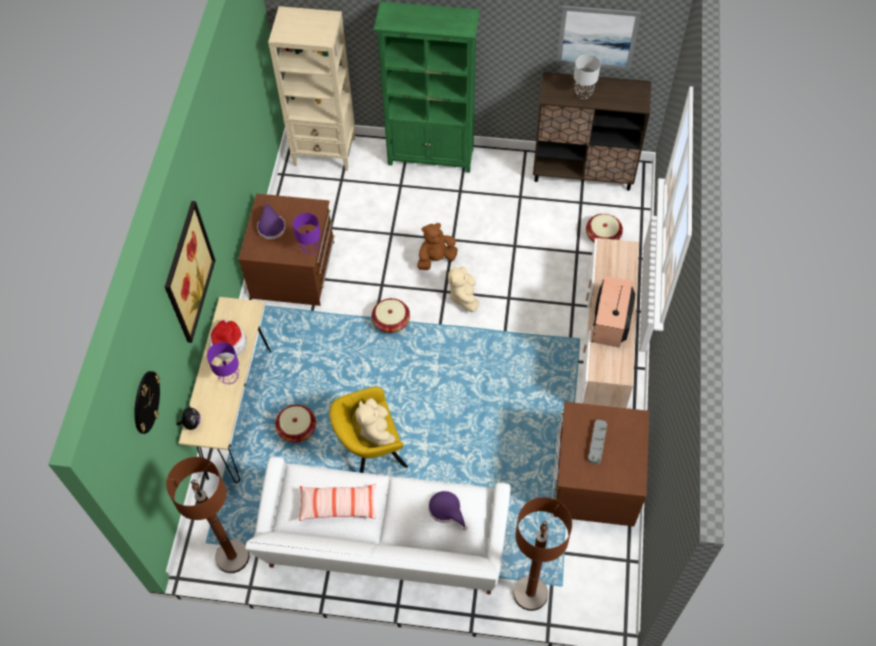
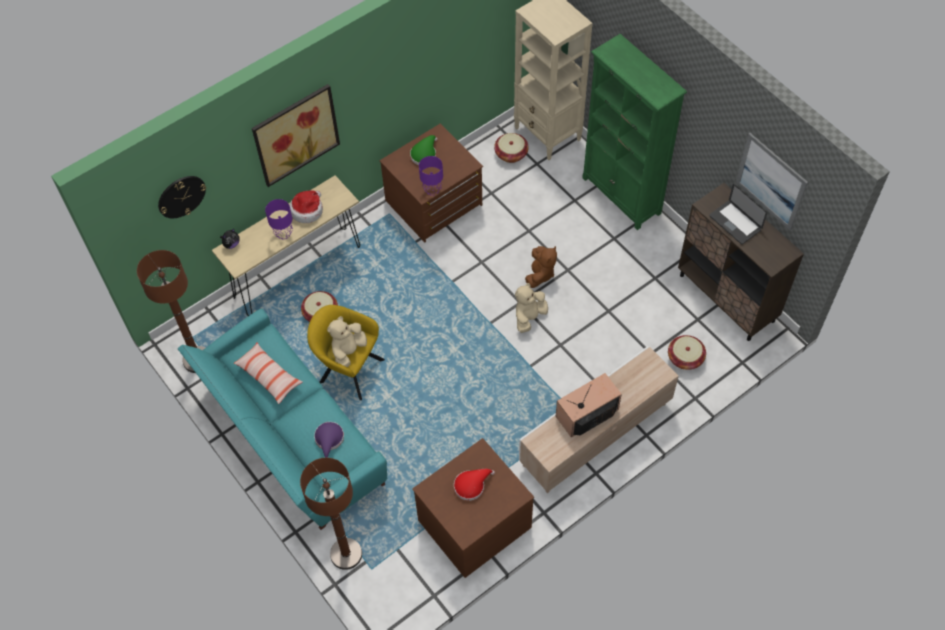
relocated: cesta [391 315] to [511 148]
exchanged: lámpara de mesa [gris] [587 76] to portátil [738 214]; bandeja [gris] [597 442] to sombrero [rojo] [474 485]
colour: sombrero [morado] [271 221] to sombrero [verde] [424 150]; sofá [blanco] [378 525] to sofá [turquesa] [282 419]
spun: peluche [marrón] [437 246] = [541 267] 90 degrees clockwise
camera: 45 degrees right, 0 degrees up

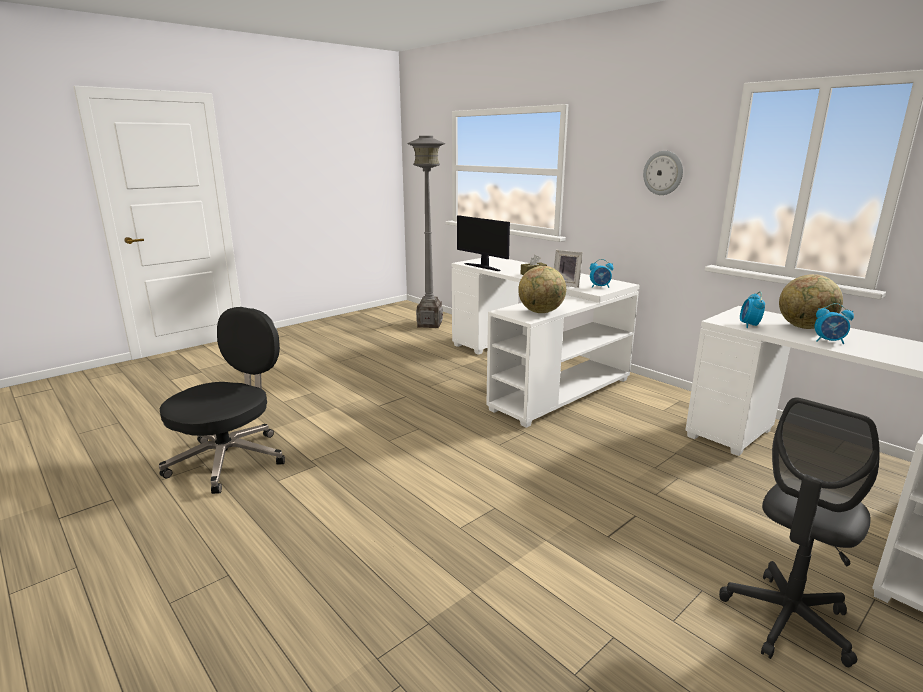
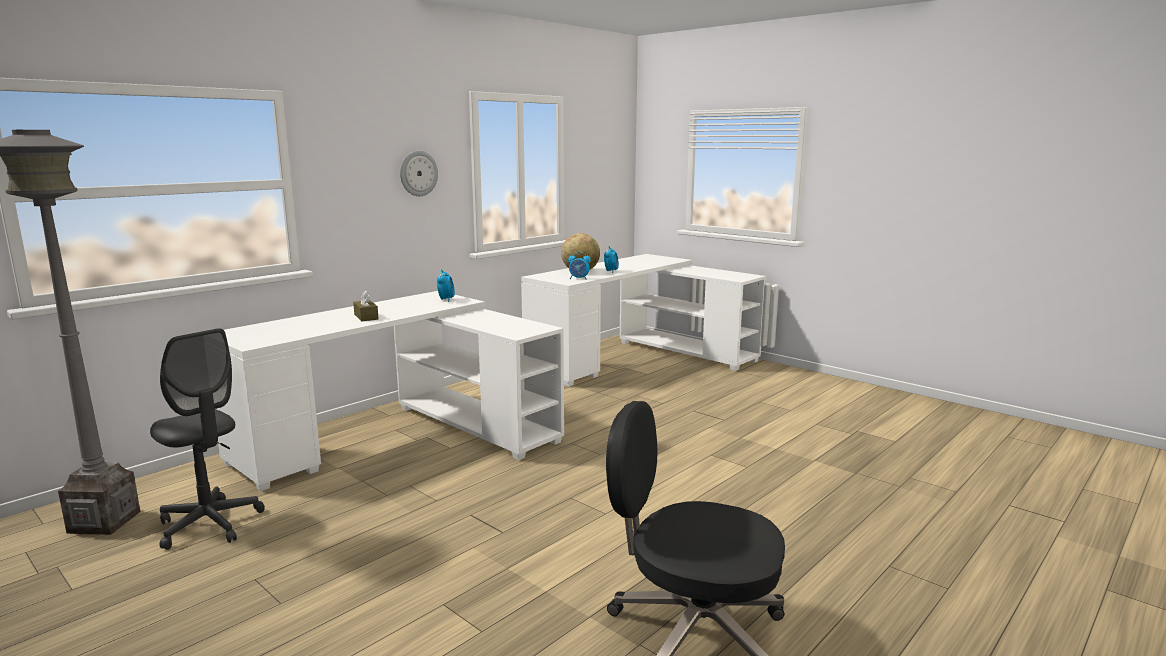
missing: monitor [483 243]; portarretratos [568 269]; globo terráqueo [542 289]
relocated: silla de oficina [gris] [799 532] to [207 439]
camera: 95 degrees left, 5 degrees down

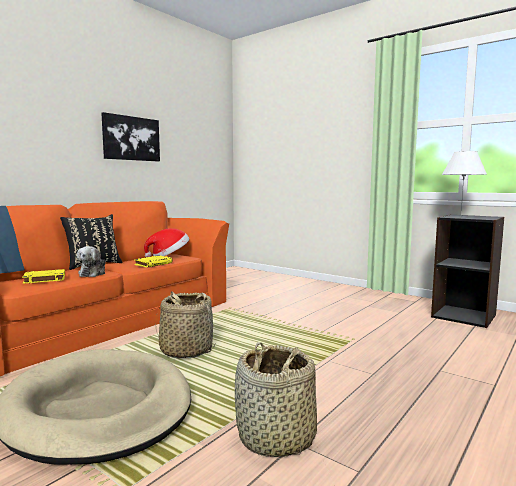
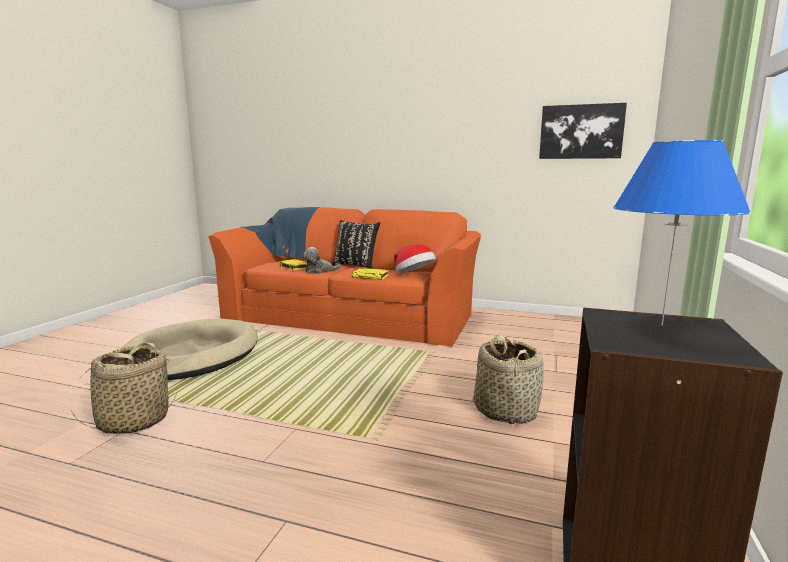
relocated: cuadro [130 136] to [583 131]; cesta [185 324] to [509 379]
colour: lámpara de mesa [blanco] [464 181] to lámpara de mesa [azul] [682 232]
camera: 70 degrees right, 5 degrees up

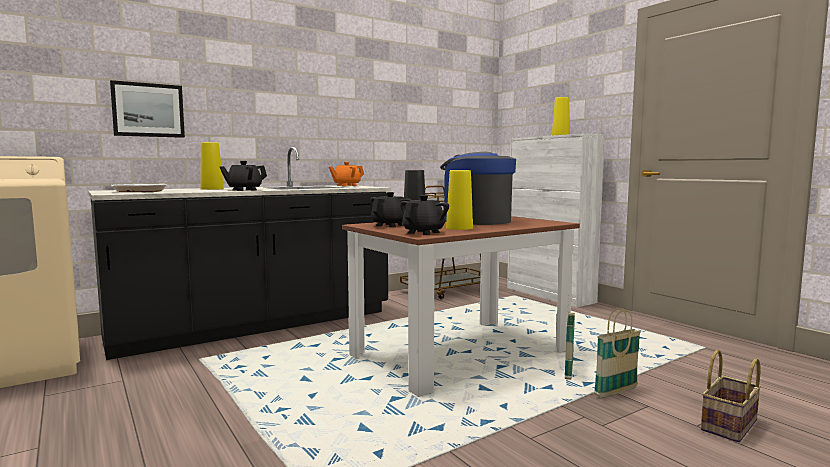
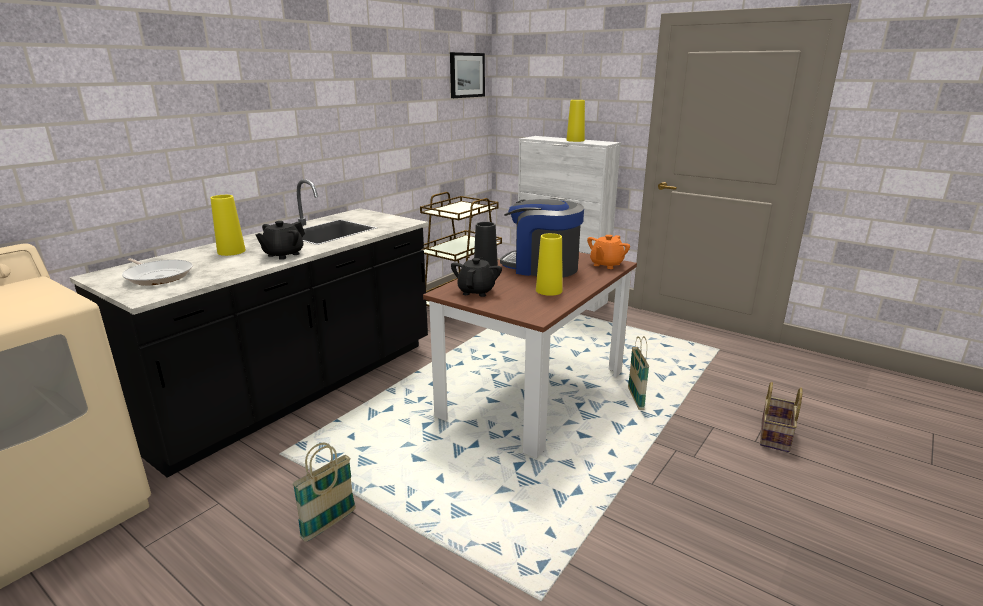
missing: tetera [negro] [424 215]
relocated: cuadro [147 109] to [467 75]; tetera [naranja] [346 174] to [608 252]; cesta [617 353] to [324 492]
camera: 20 degrees left, 15 degrees up

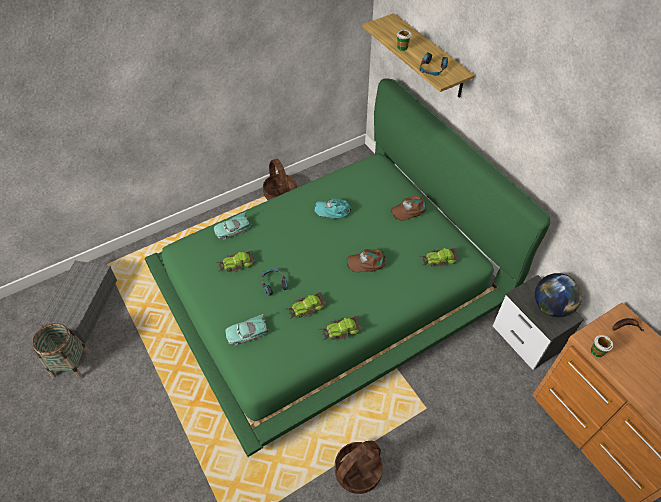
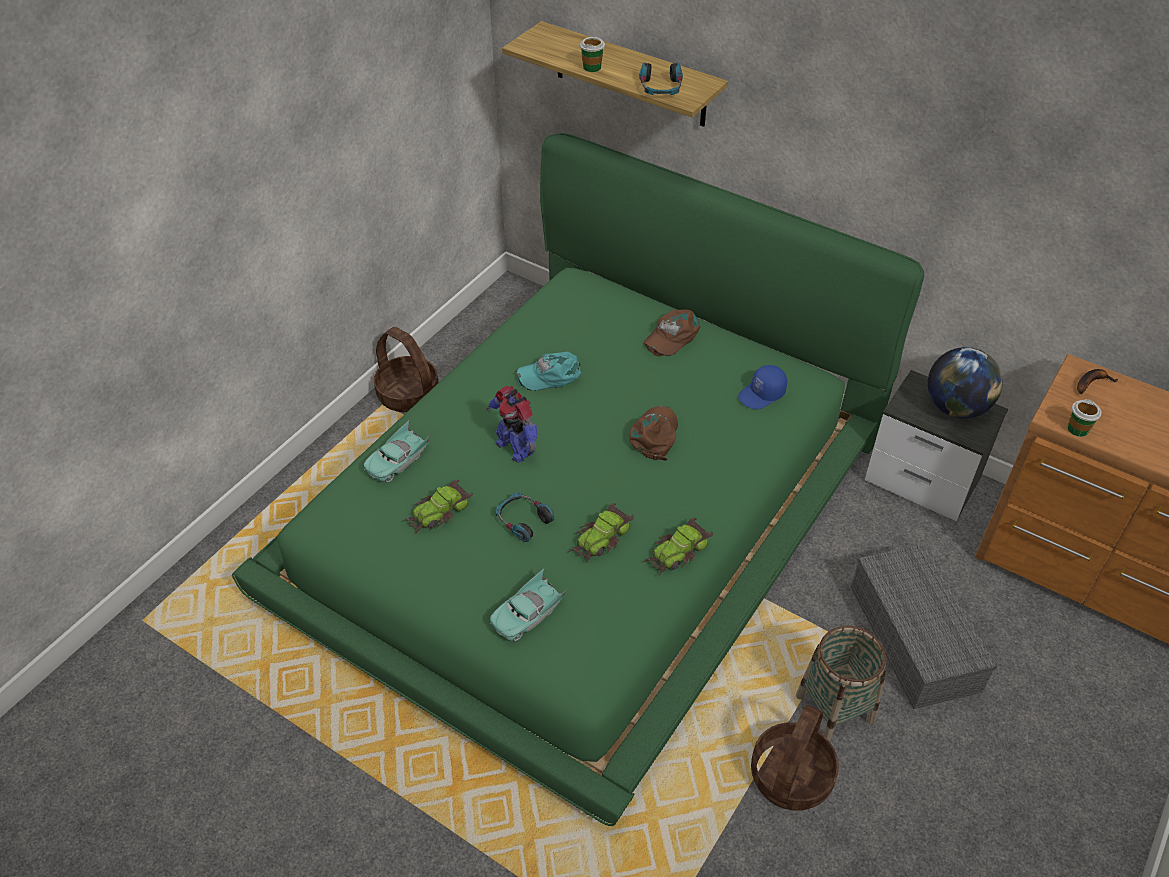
appeared: robot de juguete [512 424]
relocated: caja de almacenaje [gris] [78 301] to [924 626]; cesta [62 351] to [841 684]
exchanged: coche de juguete [440 257] to gorra [azul] [762 387]
spun: gorra [marrón] [366 260] = [654 433] 135 degrees clockwise
camera: 25 degrees left, 5 degrees down

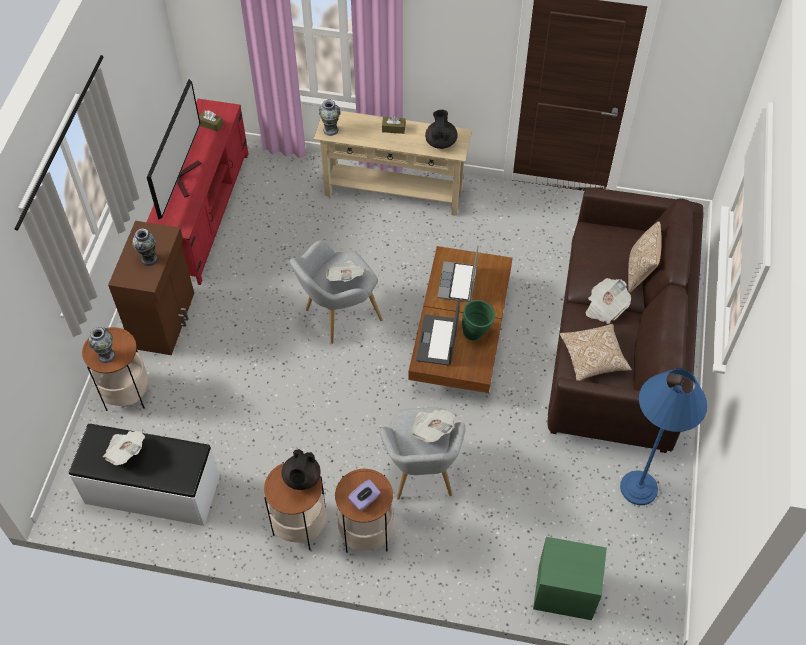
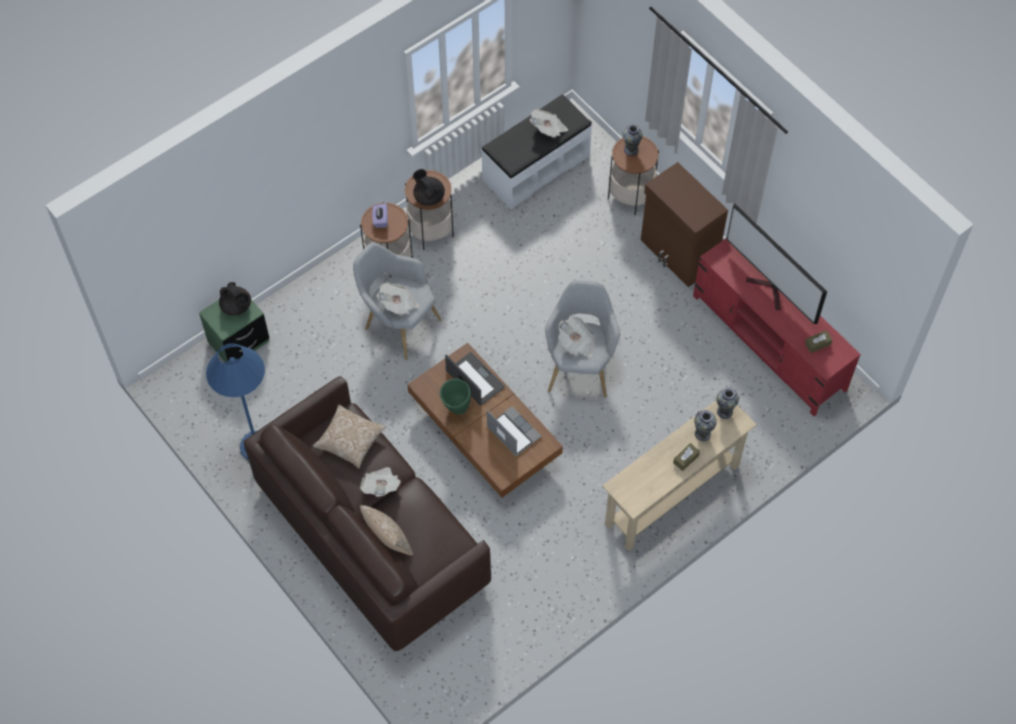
relocated: tetera [negro] [441 129] to [235 299]; florero [145 247] to [705 425]
camera: 130 degrees right, 5 degrees up

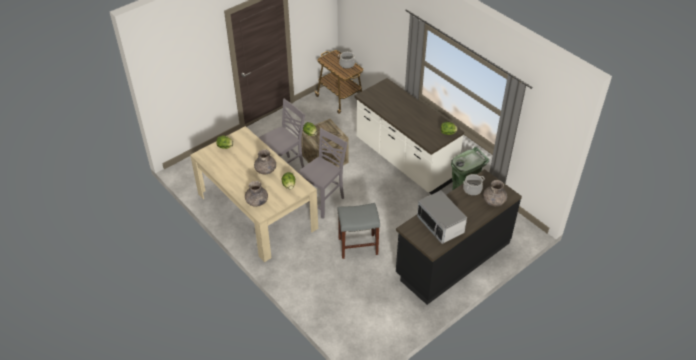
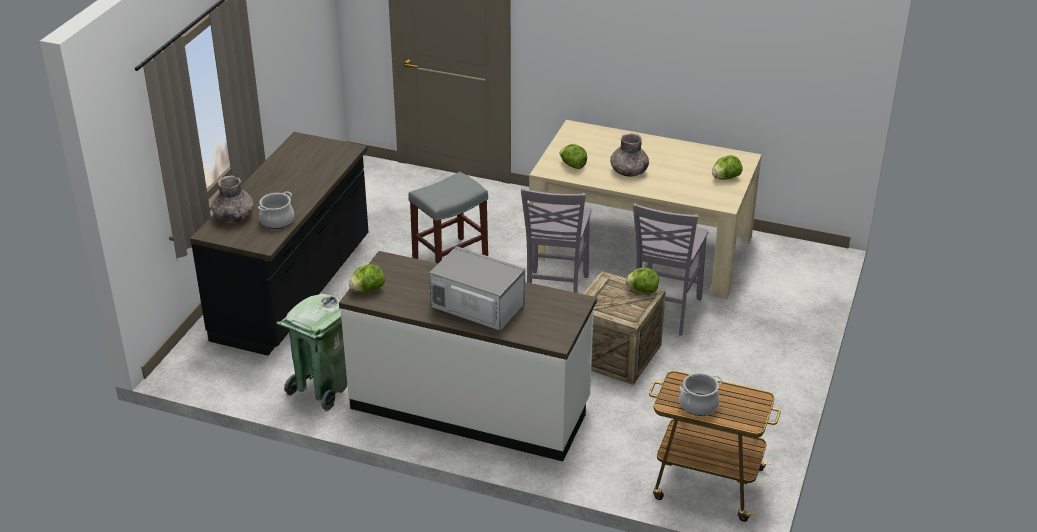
missing: florero [gris] [256 194]
relocated: microondas [442 217] to [477 288]
camera: 150 degrees right, 10 degrees down

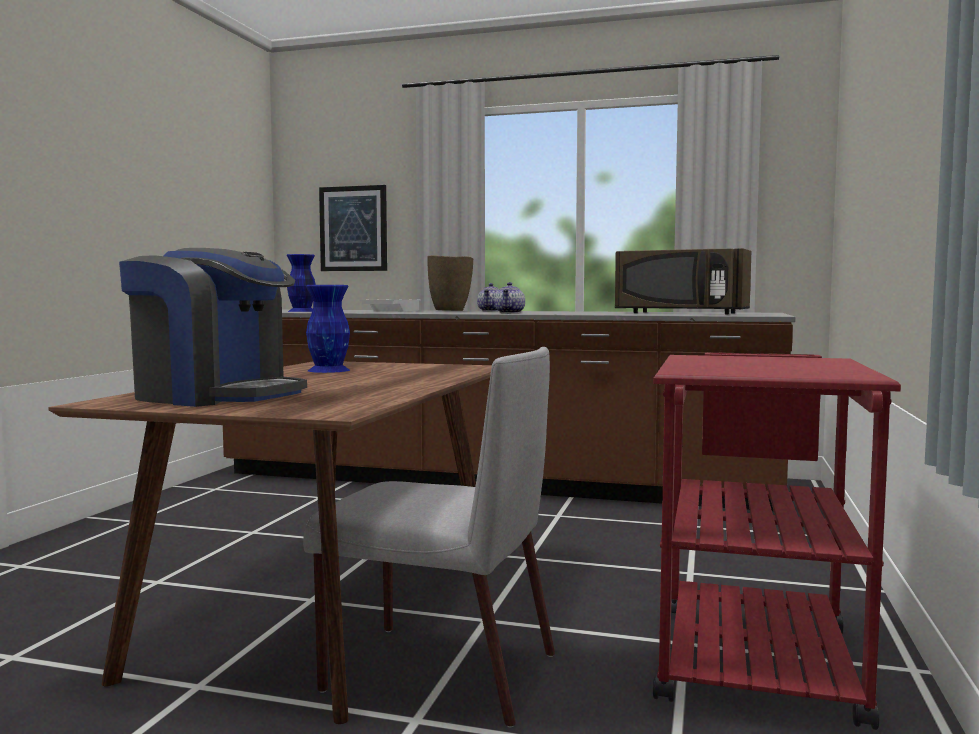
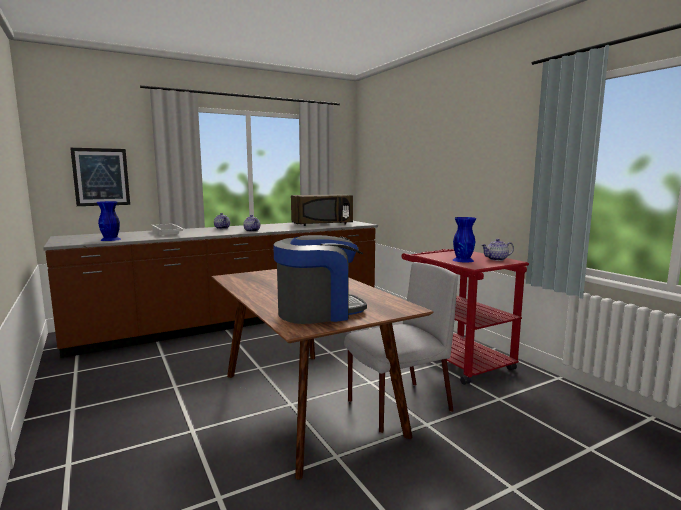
missing: florero [marrón] [450 283]
appeared: tetera [497 250]
relocated: florero [azul] [328 329] to [464 240]
camera: 45 degrees left, 5 degrees up

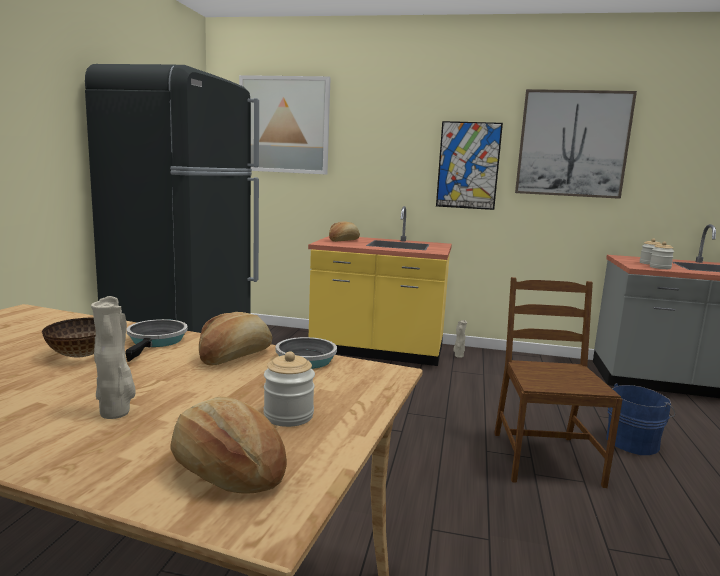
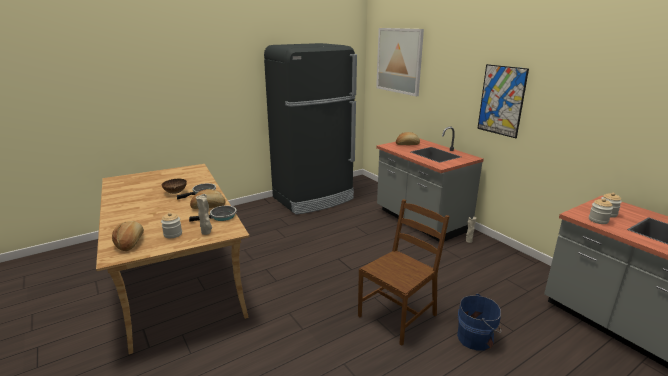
missing: cuadro [576 144]
relocated: florero [beis] [113 357] to [204 214]
colour: mueble bajo de cocina [amarillo] [380 286] to mueble bajo de cocina [gris] [430 184]
camera: 45 degrees right, 10 degrees up

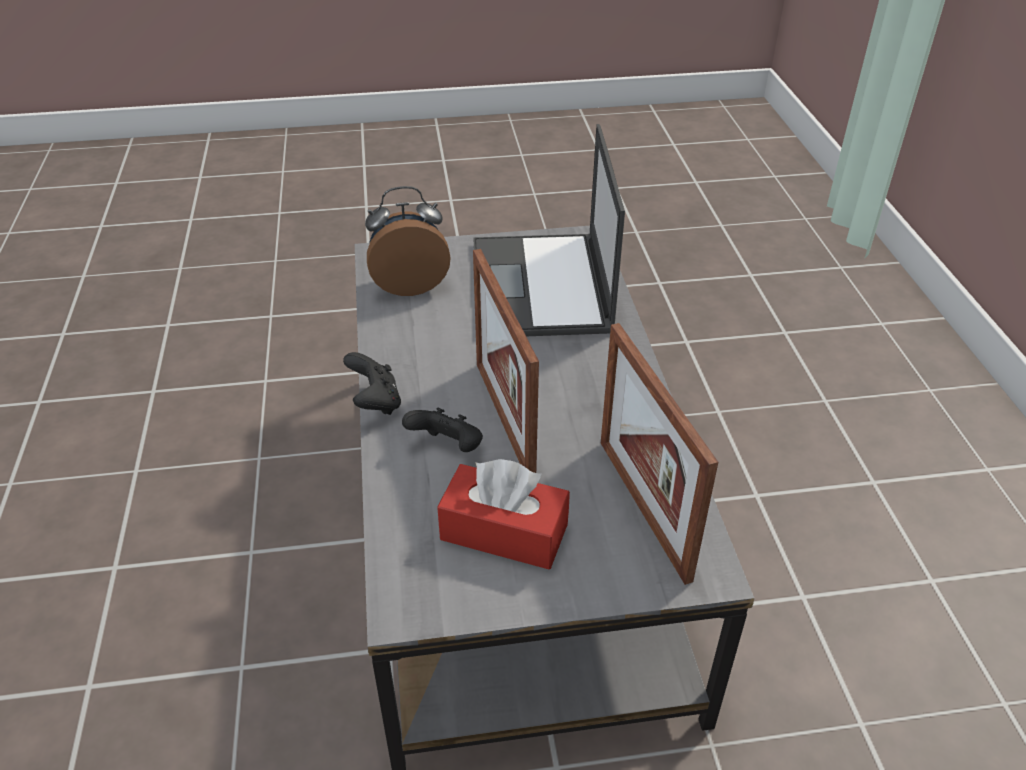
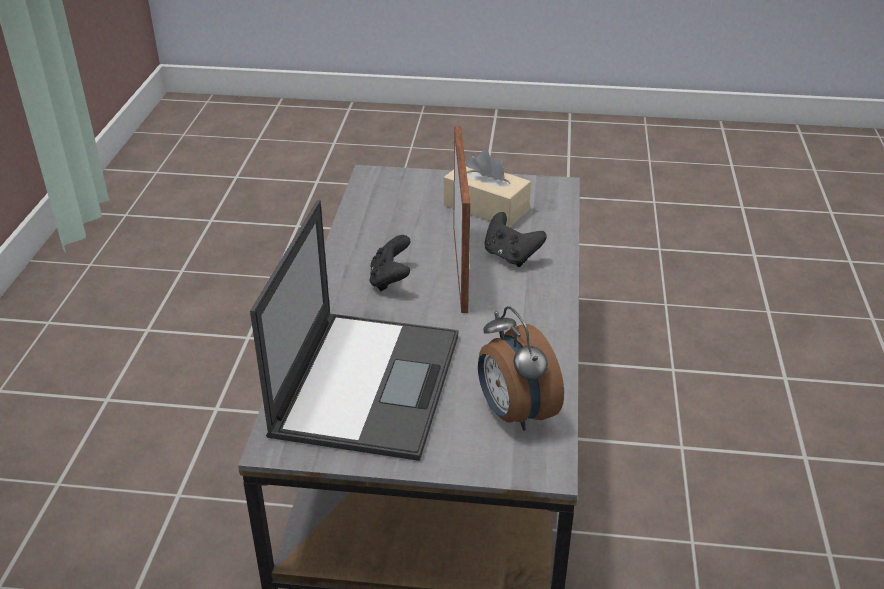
missing: portarretratos [659 454]
relocated: mando de consola [negro] [372 383] to [390 263]
colour: caja de pañuelos [rojo] [503 514] to caja de pañuelos [beis] [487 188]
spun: despertador [408 241] = [521 368] 60 degrees clockwise
camera: 165 degrees left, 5 degrees down

